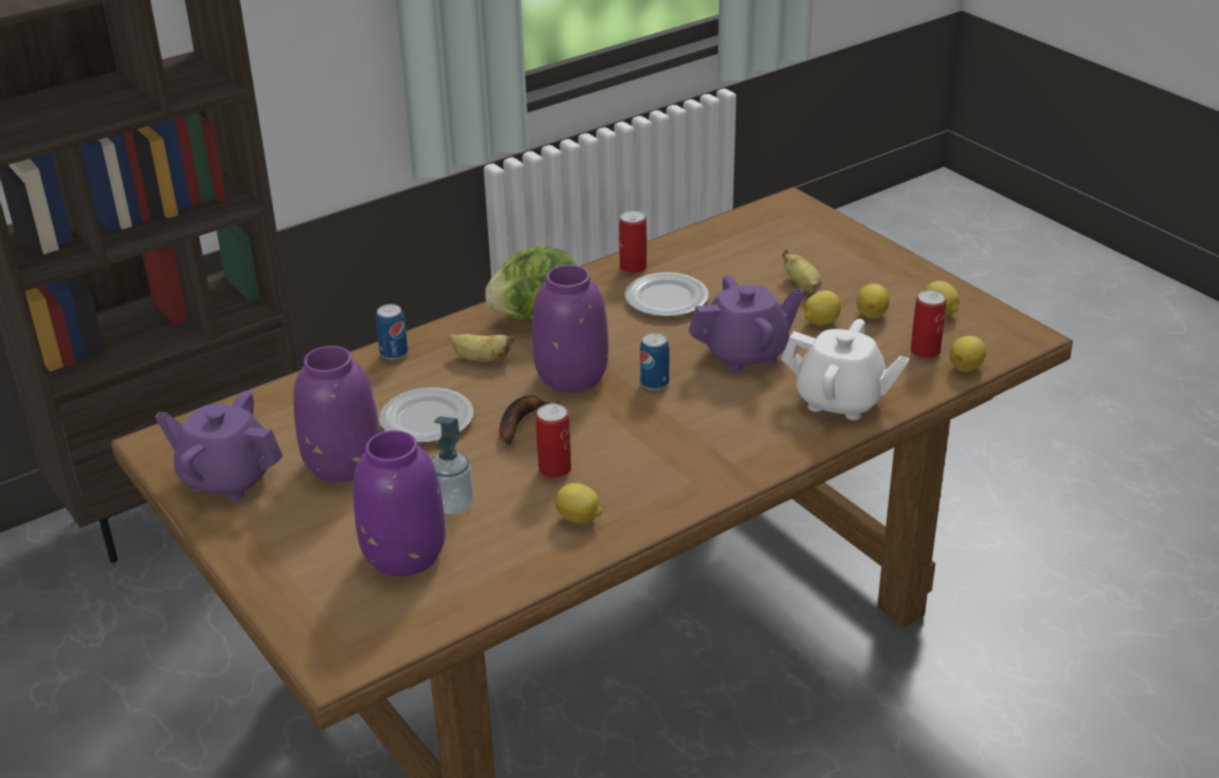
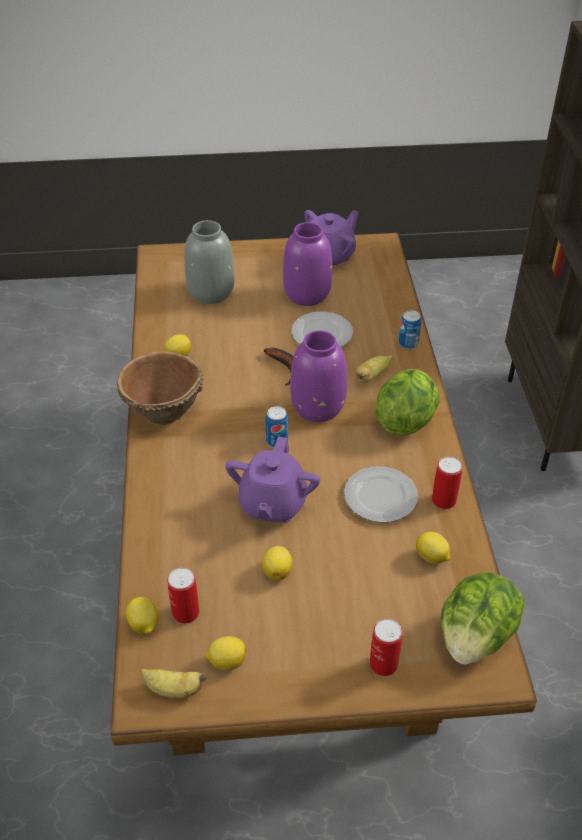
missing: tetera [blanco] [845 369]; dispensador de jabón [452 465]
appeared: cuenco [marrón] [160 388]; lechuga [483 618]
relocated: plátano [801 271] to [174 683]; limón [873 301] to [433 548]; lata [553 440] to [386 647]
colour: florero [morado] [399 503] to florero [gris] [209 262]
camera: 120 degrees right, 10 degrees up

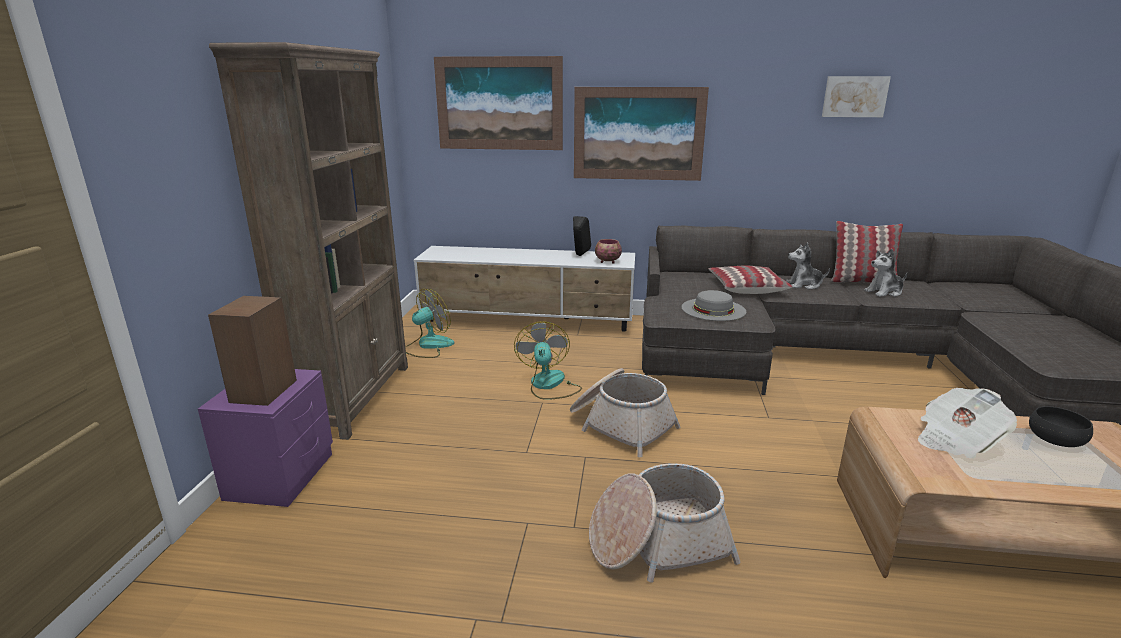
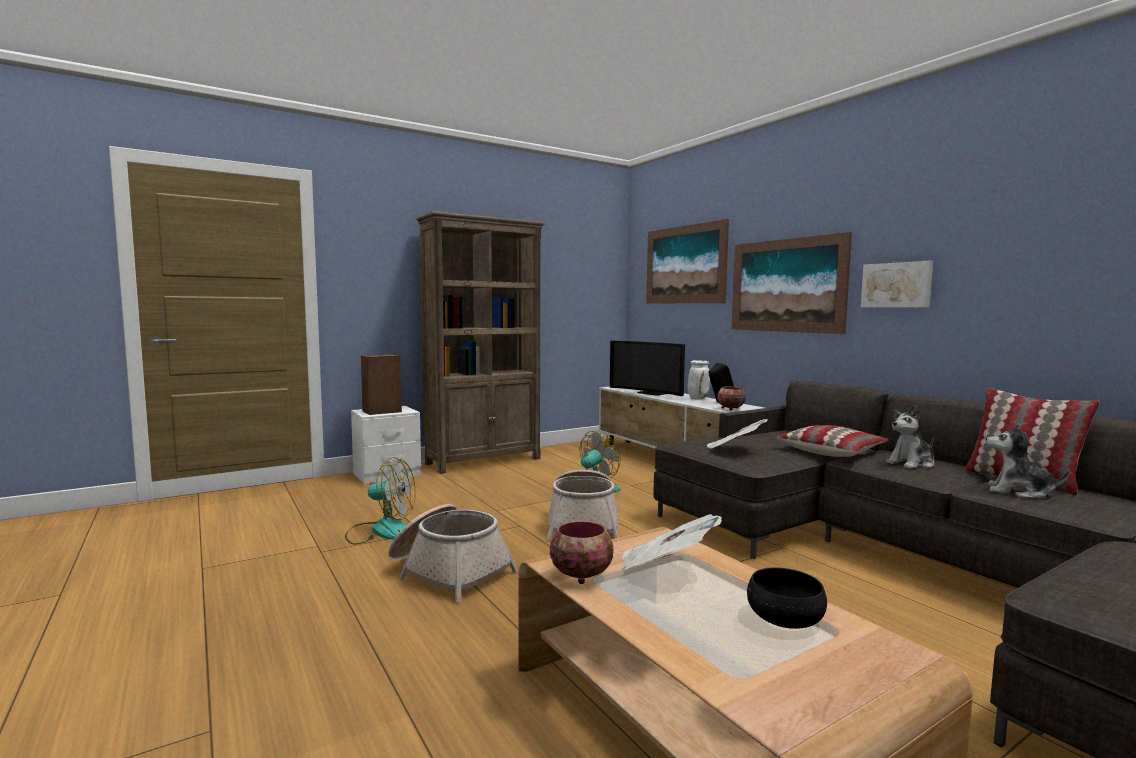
appeared: televisor [647 368]; florero [blanco] [699 379]; cuenco [581 552]
relocated: cuadro [856 96] to [897 284]; ventilador [429 323] to [380 500]
exchanged: sombrero [gris] [713 305] to periódico [737 434]
colour: mesita de noche [morado] [265 438] to mesita de noche [blanco] [386 445]
spun: peluche [808 266] = [910 437] 75 degrees counterclockwise
camera: 50 degrees right, 15 degrees down

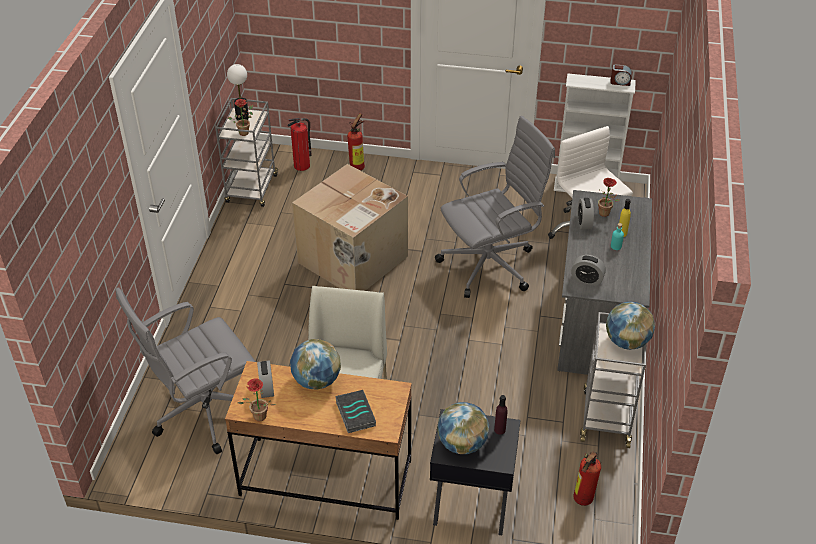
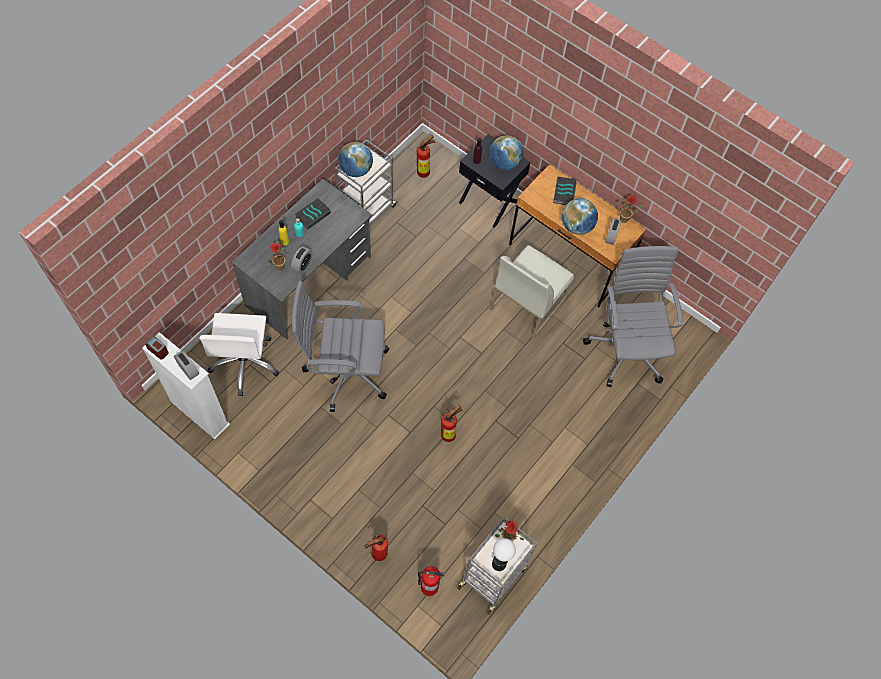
appeared: libro [313 213]
relocated: despertador [588 270] to [186 365]
exchanged: caja de cartón [350 227] to extintor [452 423]
spun: silla de oficina [gris] [185 370] = [633 316] 90 degrees counterclockwise
camera: 155 degrees left, 20 degrees up

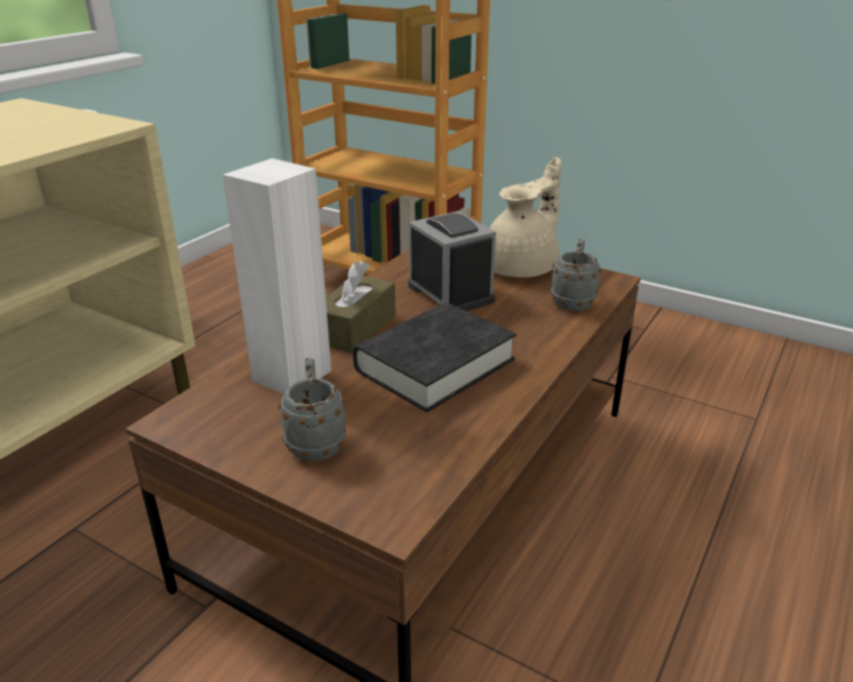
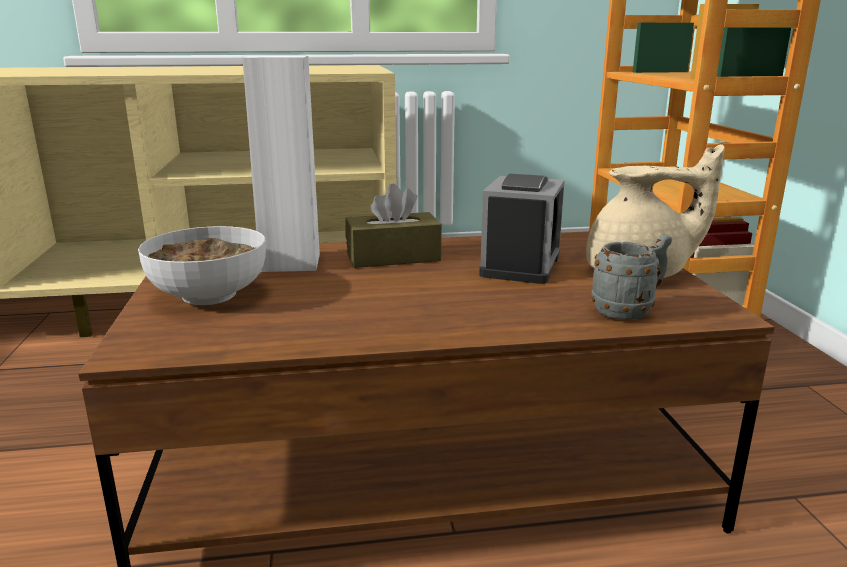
missing: libro [negro] [435 357]
exchanged: taza grande [gris] [312 409] to cuenco [202 265]
camera: 50 degrees right, 10 degrees down

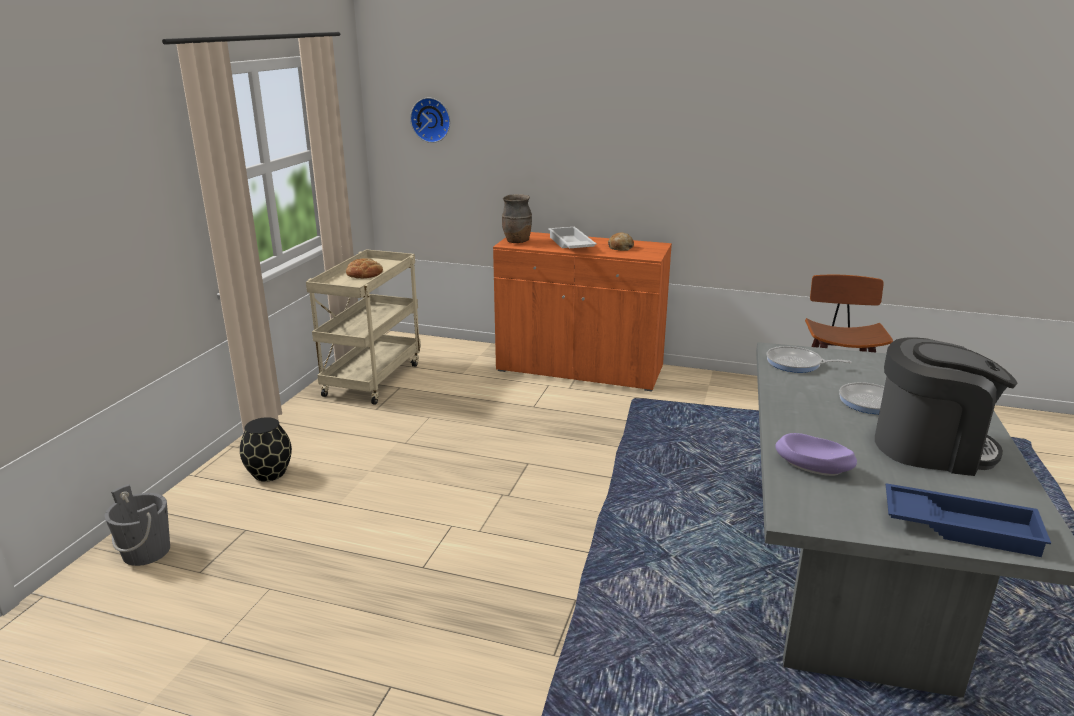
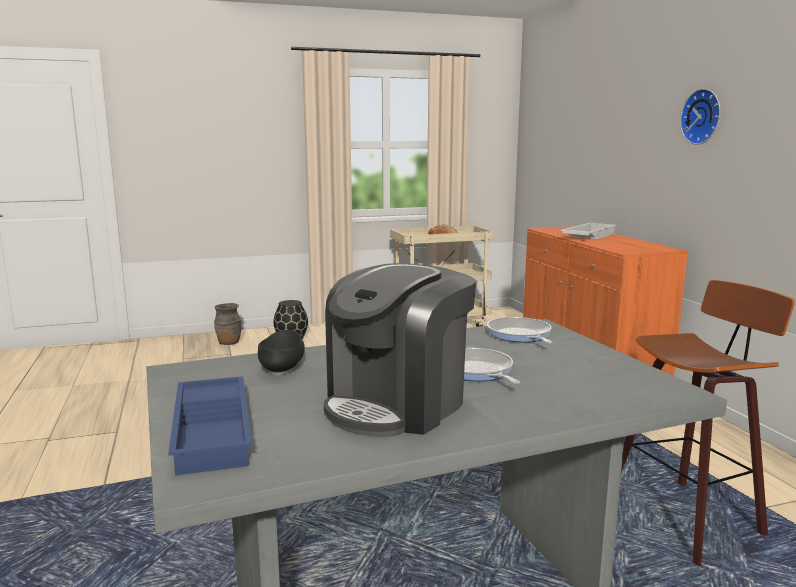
missing: pan [621 241]; cubo [gris] [137 525]
relocated: reloj de pared [430 120] to [700 117]; florero [marrón] [517 218] to [227 324]
colour: cuenco [morado] [816 454] to cuenco [negro] [281 353]
spun: cafetera [946 407] = [400 350] 60 degrees clockwise
camera: 55 degrees right, 10 degrees down

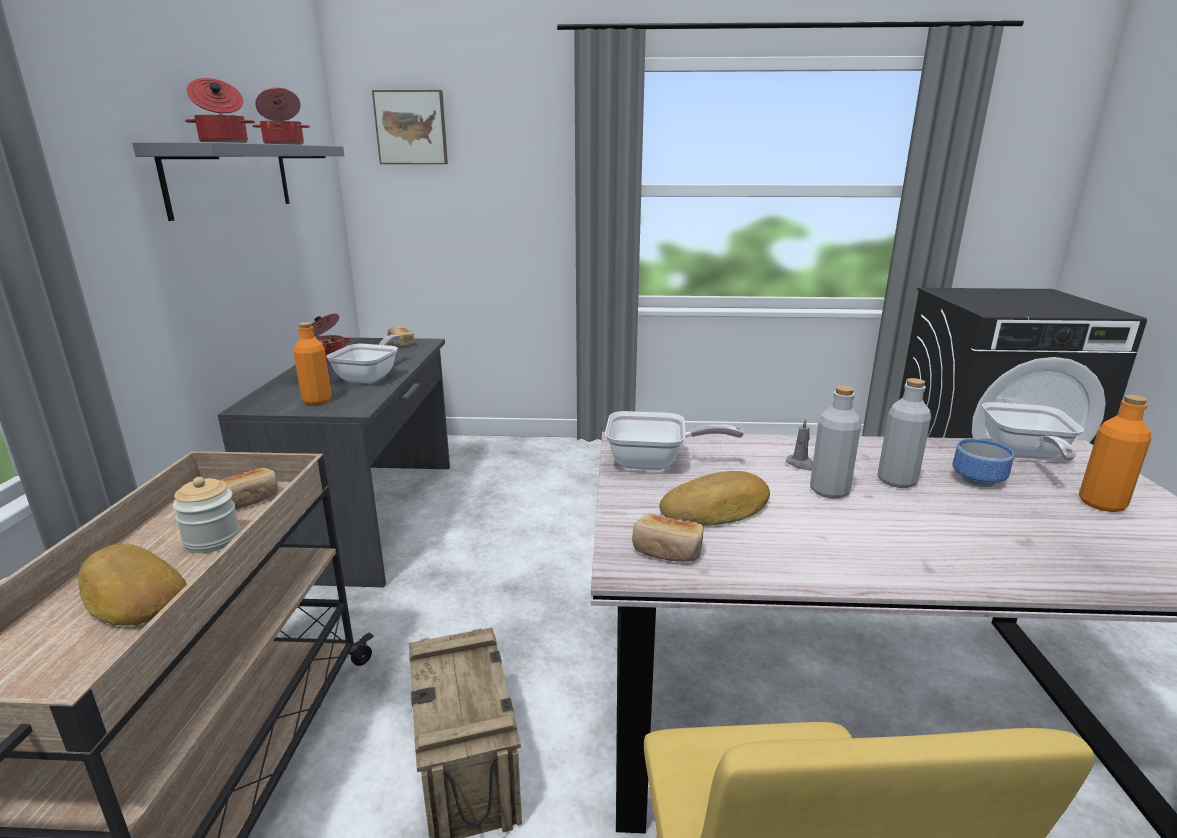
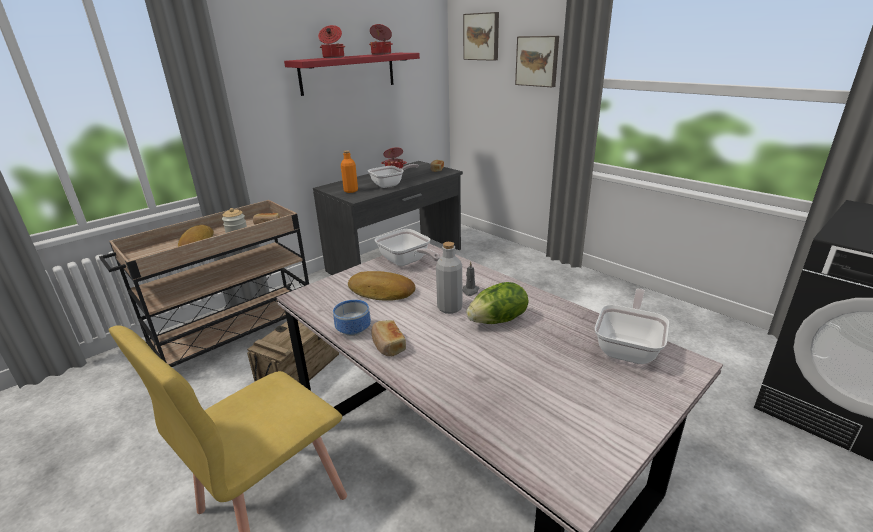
missing: botella [naranja] [1115 453]
appeared: cuadro [537 61]
relocated: cuenco [983 463] to [352 318]; pan [667 538] to [388 338]
exchanged: botella [gris] [904 433] to lechuga [498 303]
colour: estante [gris] [238 181] to estante [rojo] [352 74]
spun: sartén [1033 431] = [632 326] 150 degrees clockwise
camera: 45 degrees right, 5 degrees up

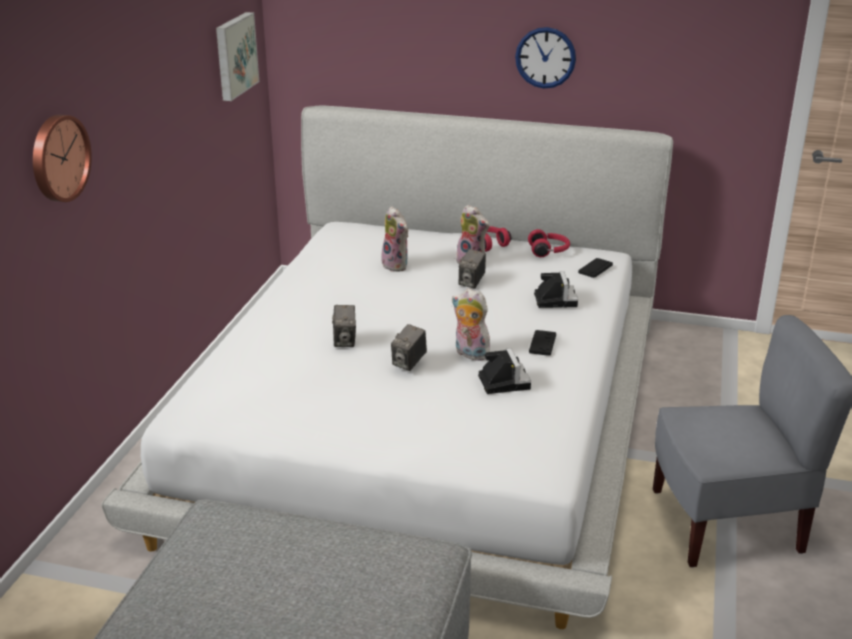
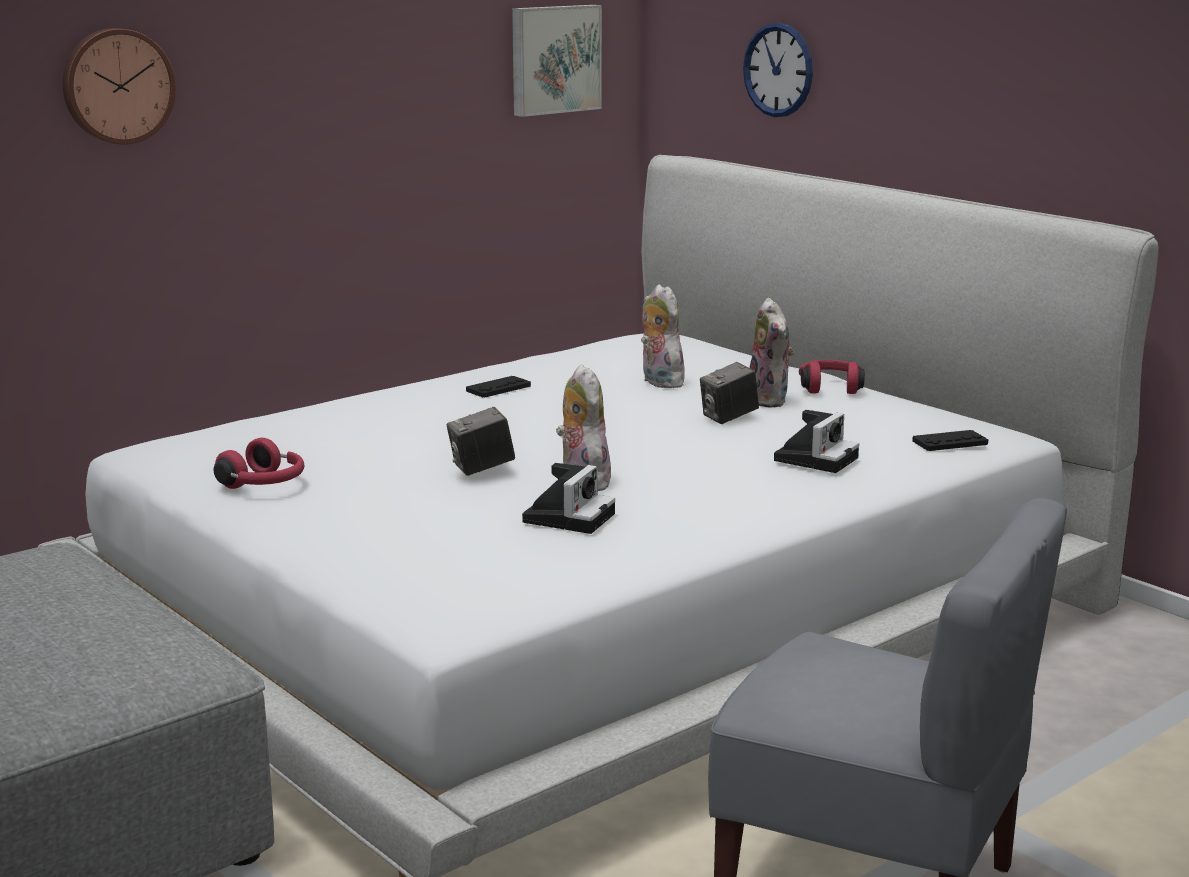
missing: cámara [344 326]
relocated: reloj de pared [545 57] to [778 70]; auriculares [rojo] [549 243] to [259 463]; mando de consola [negro] [542 343] to [498 386]
spun: peluche [394 239] = [663 336] 150 degrees clockwise
camera: 35 degrees right, 10 degrees down

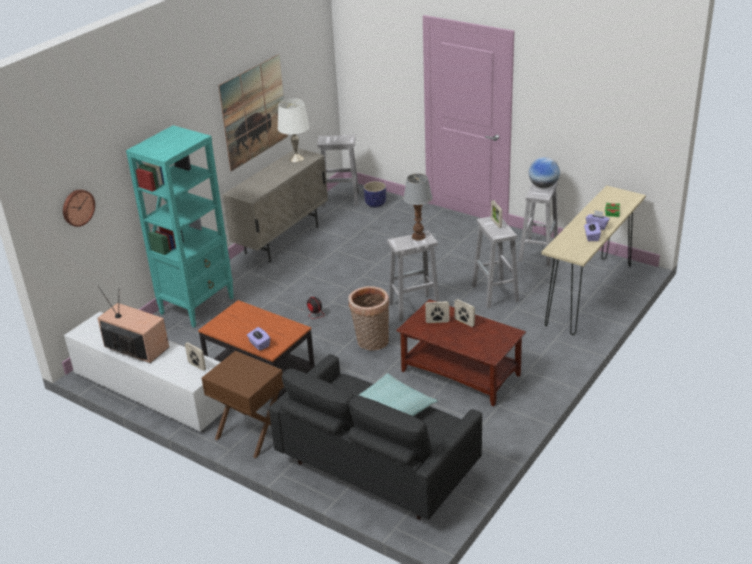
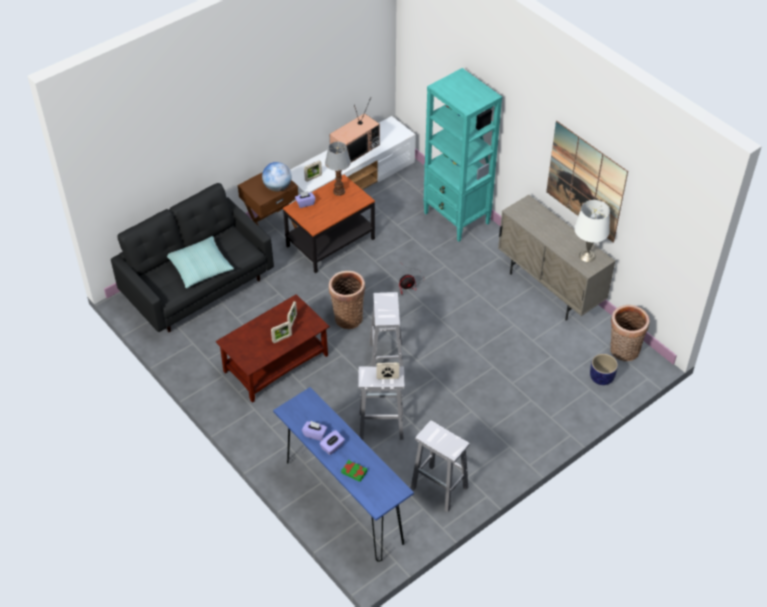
missing: reloj de pared [79 208]
relocated: globo terráqueo [544 172] to [277 176]; lámpara de mesa [418 206] to [338 169]
exchanged: taburete [blanco] [338 170] to cesta [630 333]
colour: mesa consola [beis] [593 260] to mesa consola [azul] [343 474]
camera: 105 degrees right, 15 degrees up

